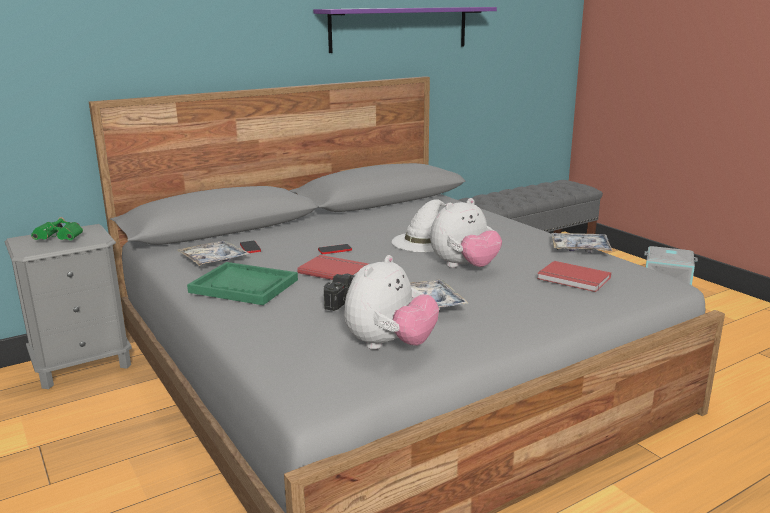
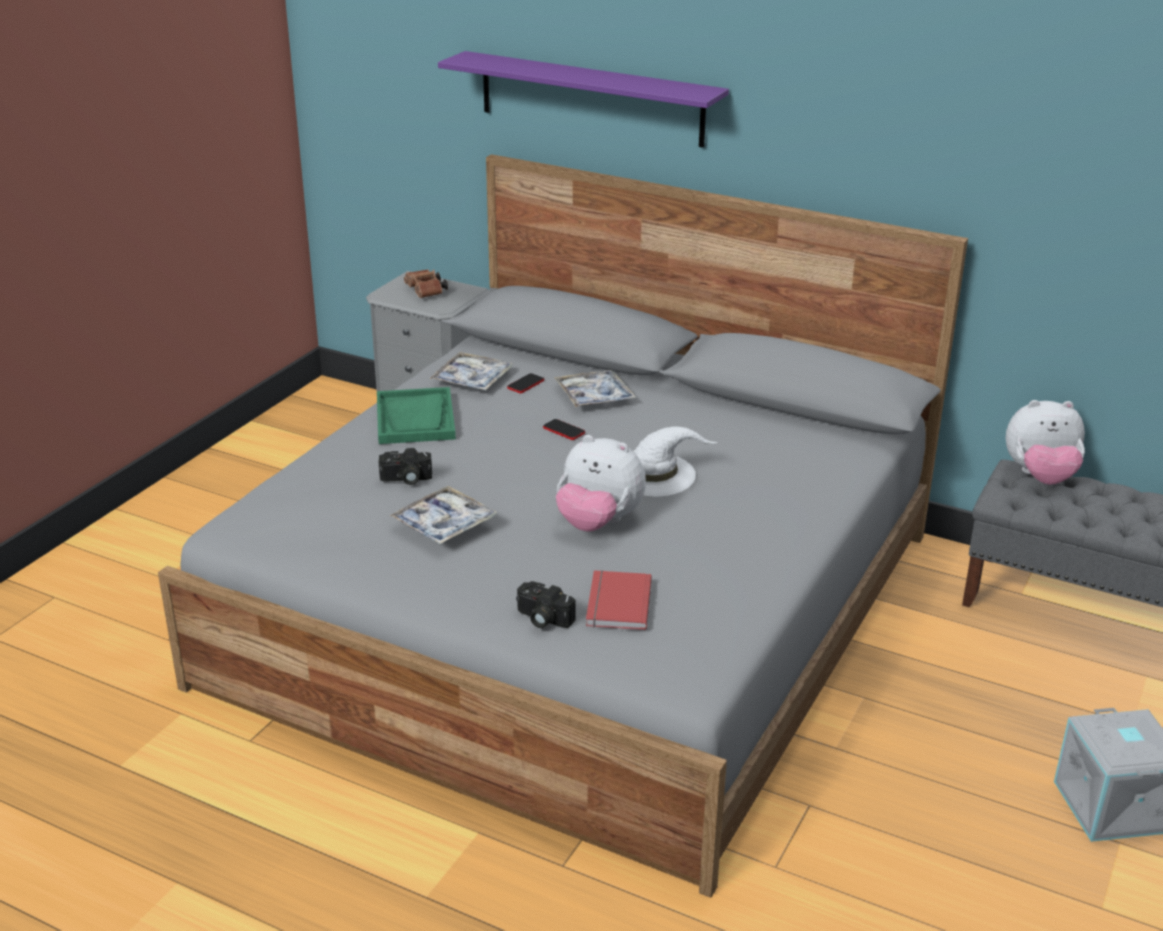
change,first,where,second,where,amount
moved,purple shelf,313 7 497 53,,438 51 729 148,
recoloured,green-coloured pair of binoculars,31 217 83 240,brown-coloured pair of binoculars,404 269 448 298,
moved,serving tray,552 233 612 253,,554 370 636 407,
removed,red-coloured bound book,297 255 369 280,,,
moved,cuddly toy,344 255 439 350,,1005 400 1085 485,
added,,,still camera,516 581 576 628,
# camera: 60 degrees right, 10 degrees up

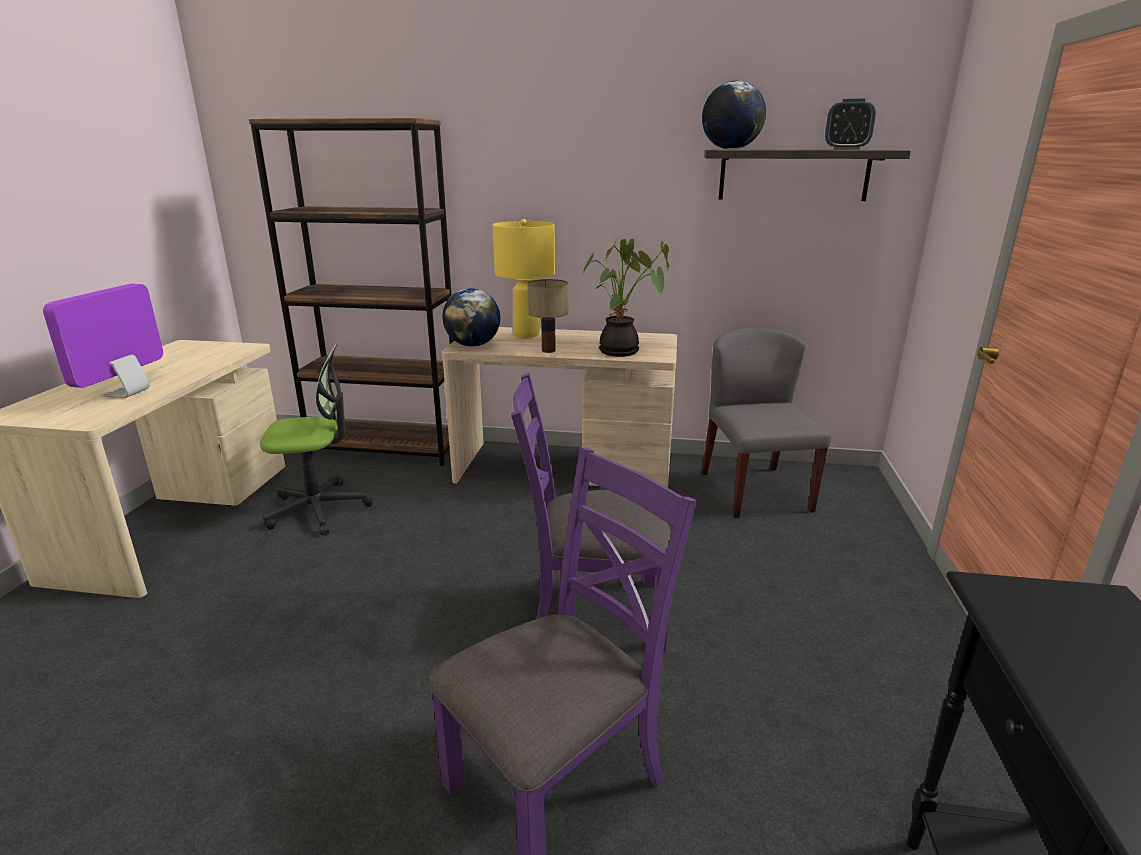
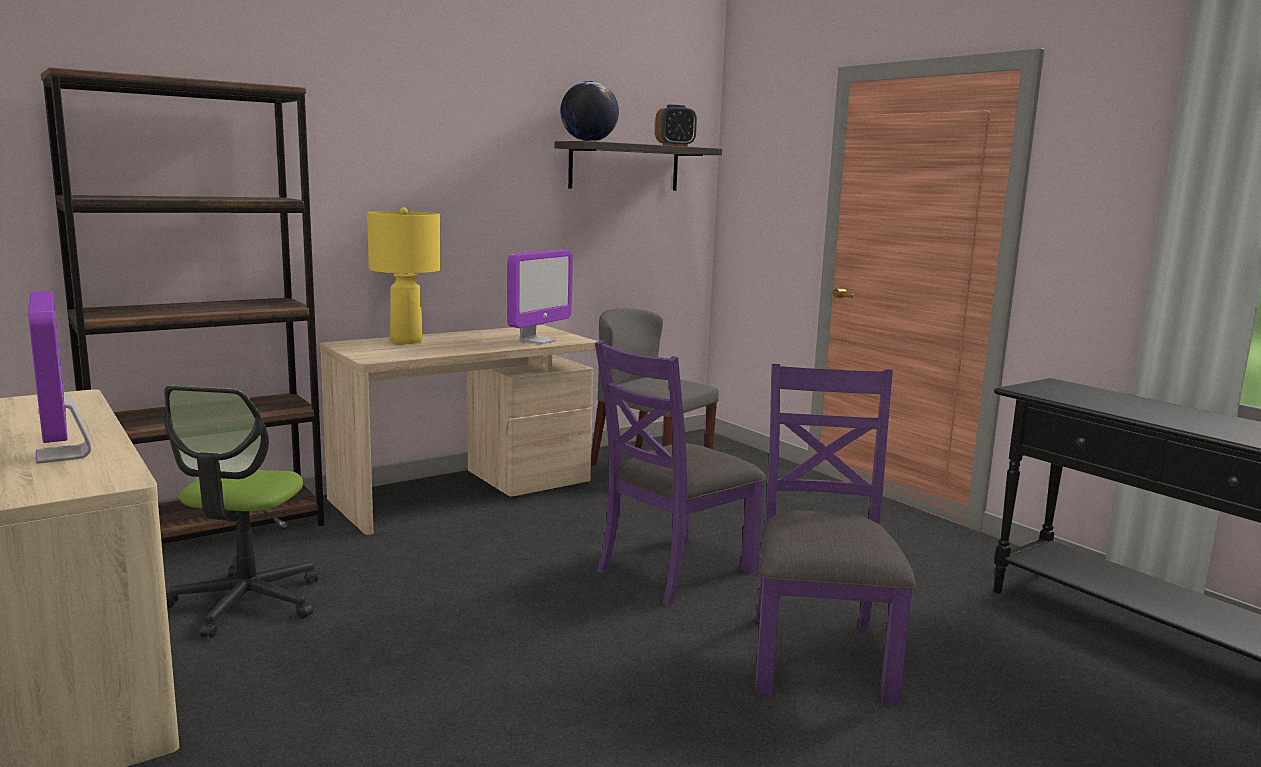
change,first,where,second,where,amount
replaced,potted plant,581 239 669 357,monitor,507 250 573 344,
removed,lamp for a table,527 279 568 353,,,
removed,desk globe,442 288 500 347,,,
turned,desk chair,260 343 373 535,,164 386 318 638,150 degrees clockwise
# camera: 45 degrees left, 10 degrees down

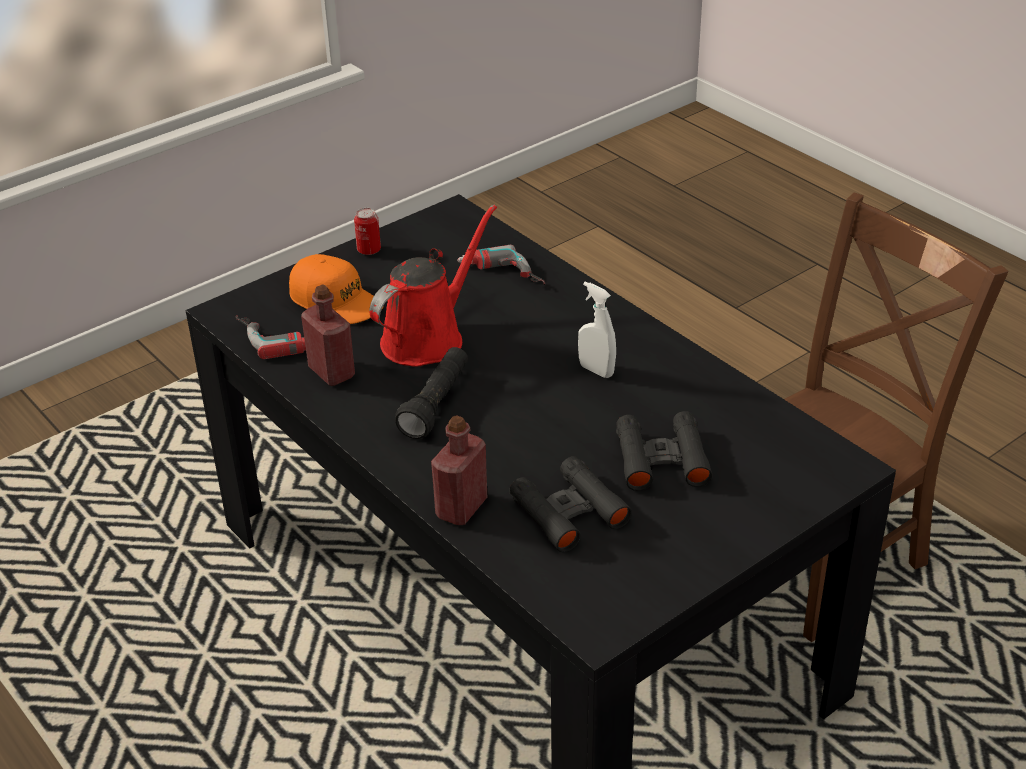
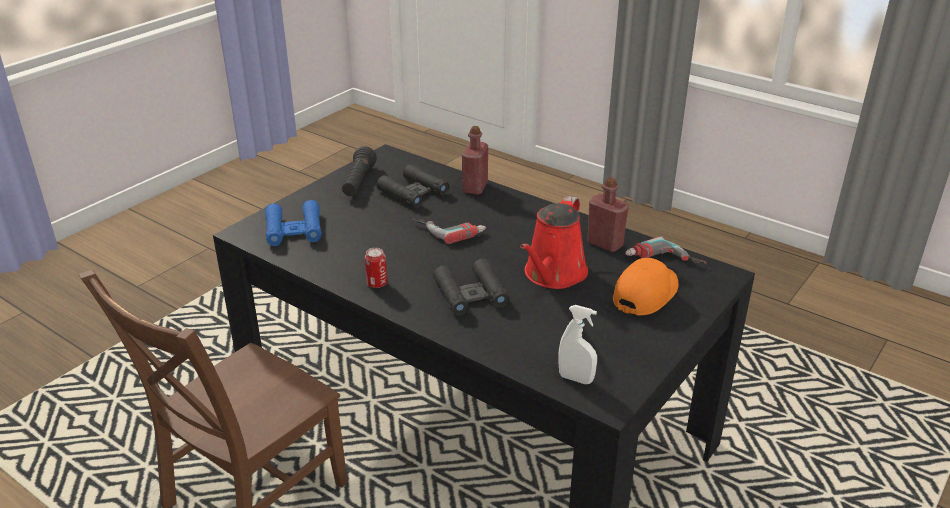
change,first,where,second,where,amount
moved,metal can,354 208 381 255,,365 248 387 288,
moved,power drill,457 245 546 285,,413 219 486 244,
turned,orange-coloured cap,289 254 384 324,,613 258 679 315,105 degrees clockwise
moved,whitish hand sprayer,578 281 616 378,,558 305 597 384,
moved,black-coloured flashlight,395 347 468 439,,342 146 377 196,
moved,black-coloured pair of binoculars,616 411 713 491,,433 258 510 316,
added,,,bluish pair of binoculars,265 200 322 246,
# camera: 165 degrees right, 5 degrees down

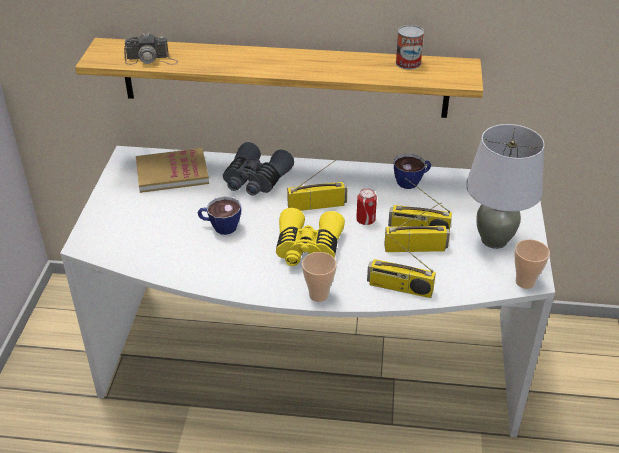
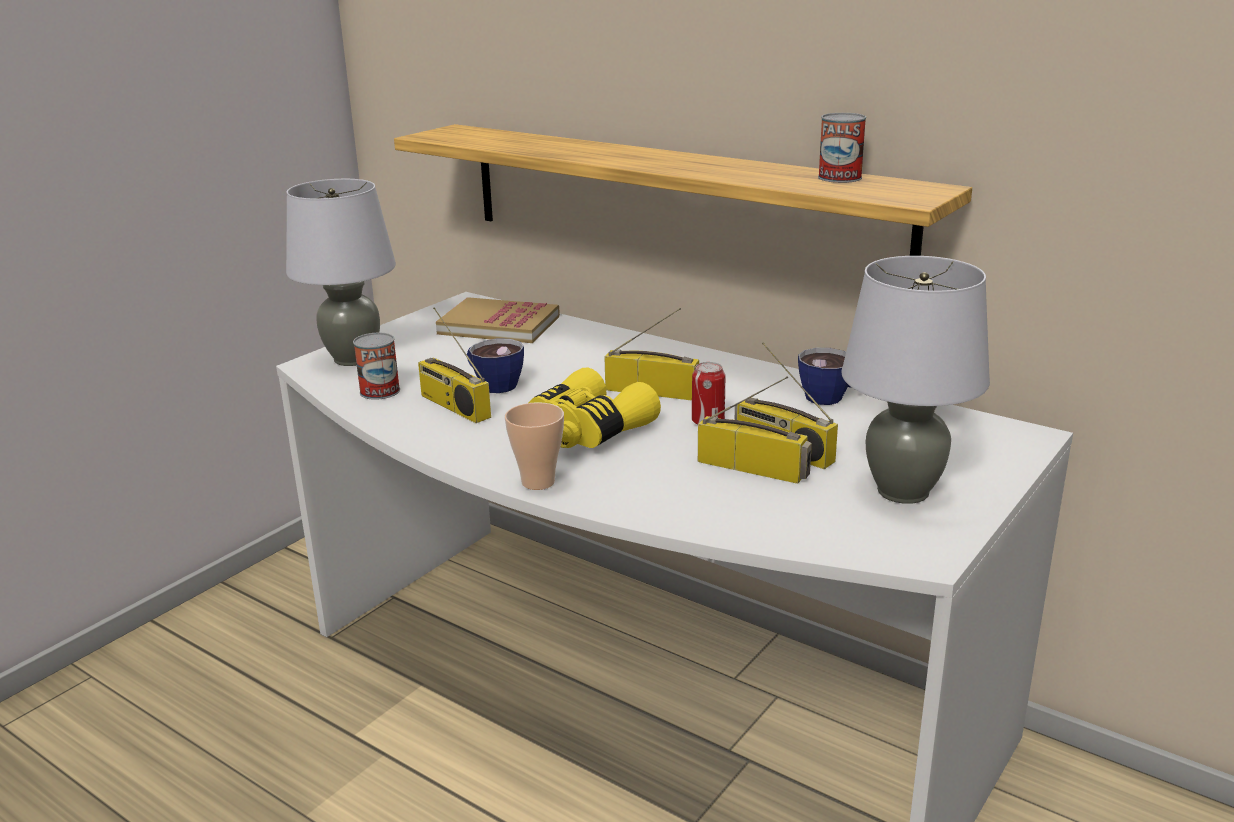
change,first,where,second,where,amount
removed,still camera,124 32 178 65,,,
removed,grey pair of binoculars,223 142 294 196,,,
moved,radio,367 232 436 298,,418 307 491 423,
removed,cup,514 239 550 289,,,
added,,,grey lamp for a table,286 179 396 366,
added,,,metal can,353 333 400 400,
# camera: 30 degrees right, 15 degrees down

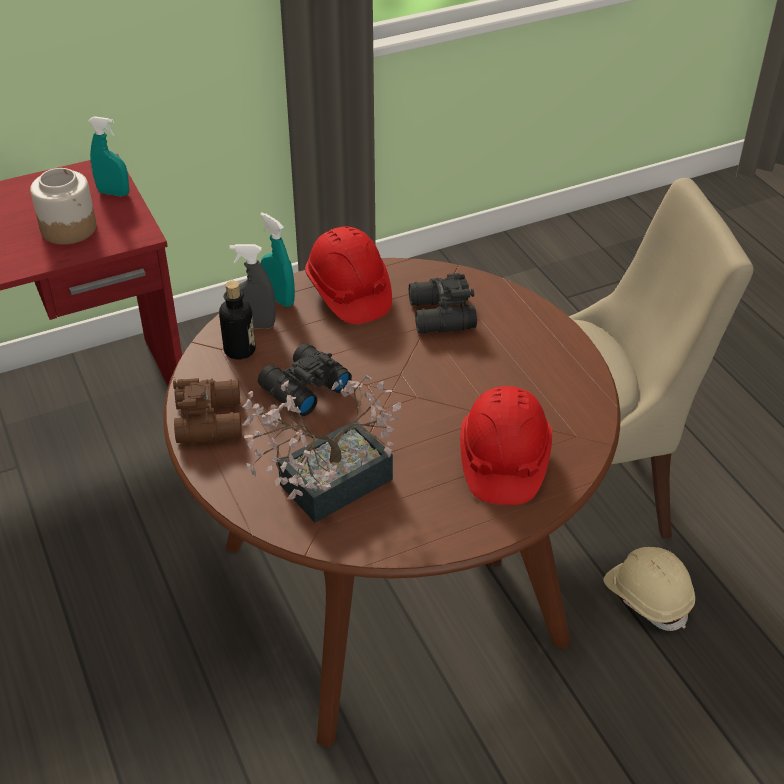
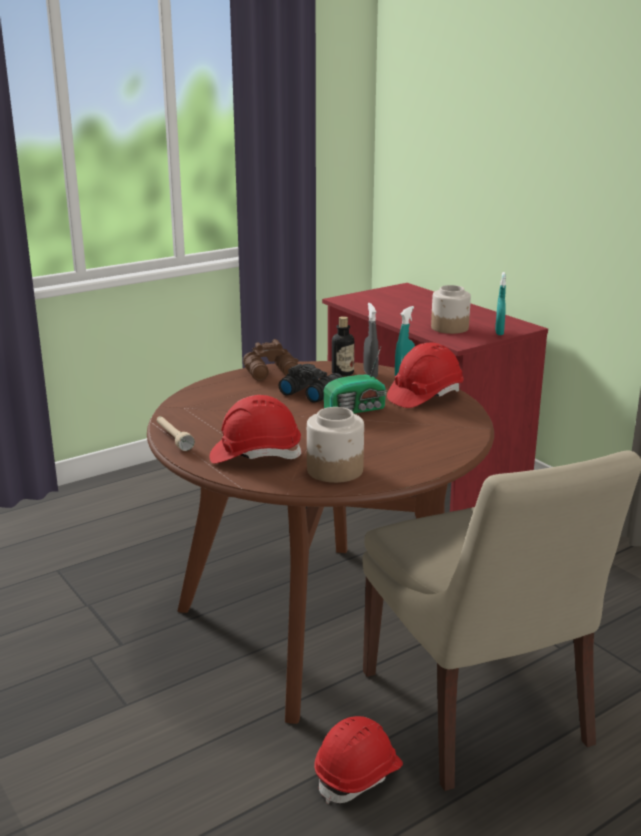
change,first,where,second,where,amount
removed,black-coloured pair of binoculars,409 273 477 334,,,
removed,potted plant,242 374 401 523,,,
recoloured,sand-coloured work helmet,603 547 695 631,red-coloured work helmet,314 716 403 804,
added,,,radio,324 347 387 414,
added,,,preserve jar,307 407 364 483,
added,,,sand-coloured flashlight,157 416 195 451,
# camera: 80 degrees right, 20 degrees down

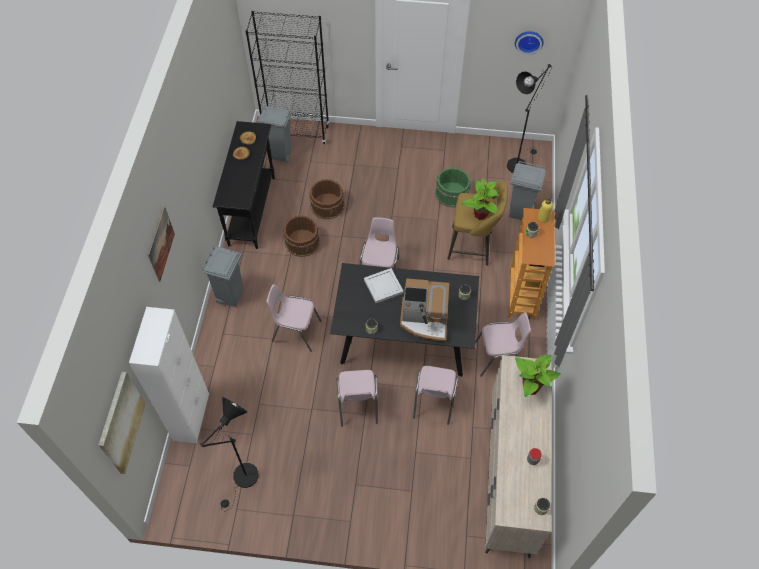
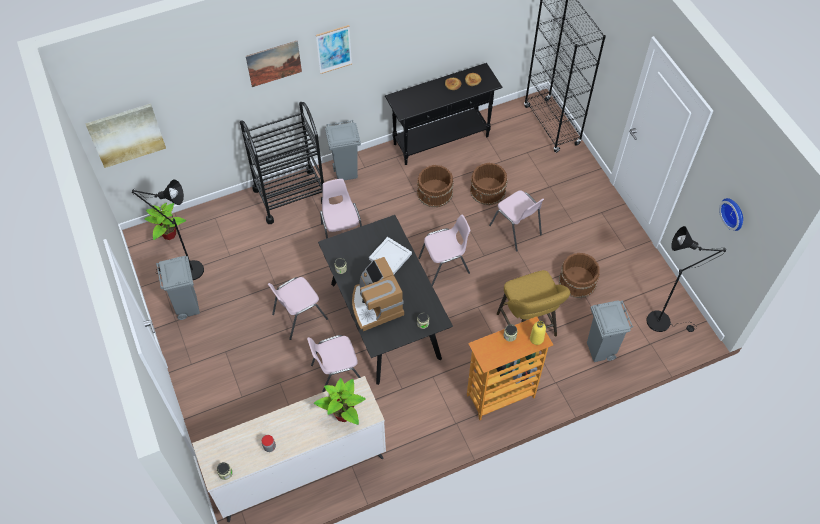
change,first,where,second,where,amount
moved,grey trash can,257 106 293 163,,156 256 200 320,
recoloured,green-coloured pail,435 168 471 207,brown-coloured pail,559 253 600 298,
moved,potted plant,461 178 499 220,,144 203 186 240,
removed,whitish cupboard,129 307 209 443,,,
moved,pink-coloured plain chair,475 312 531 377,,489 190 544 252,
added,,,wall picture,316 25 352 74,
added,,,black-coloured trolley,240 102 324 224,
# camera: 60 degrees right, 0 degrees up

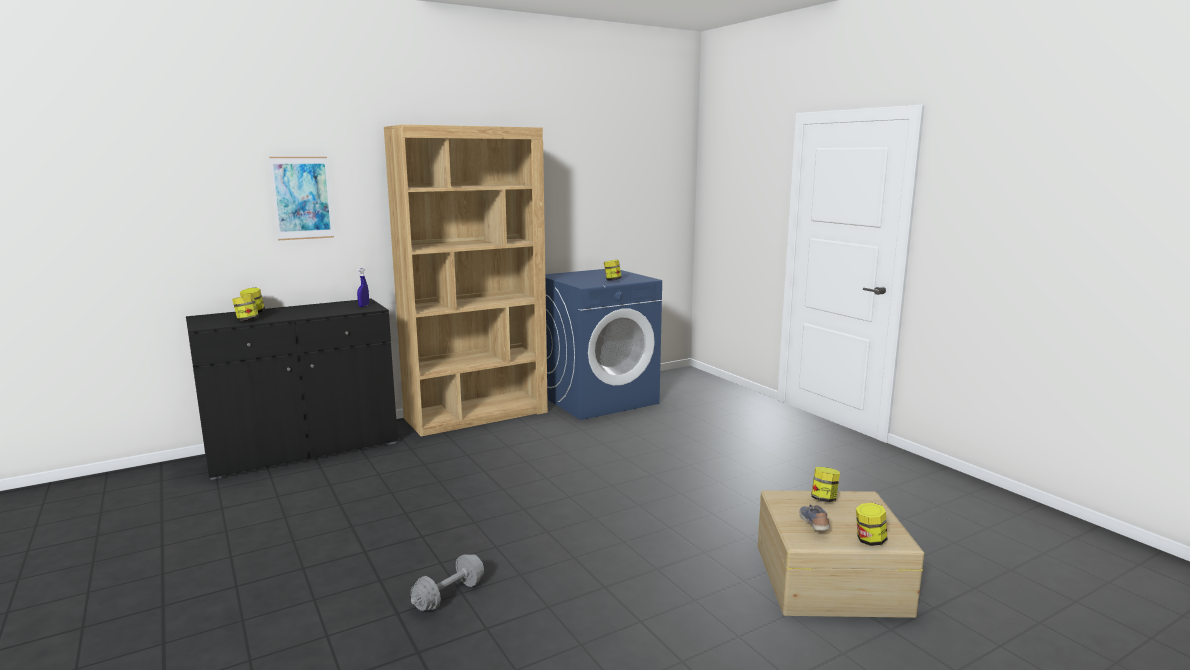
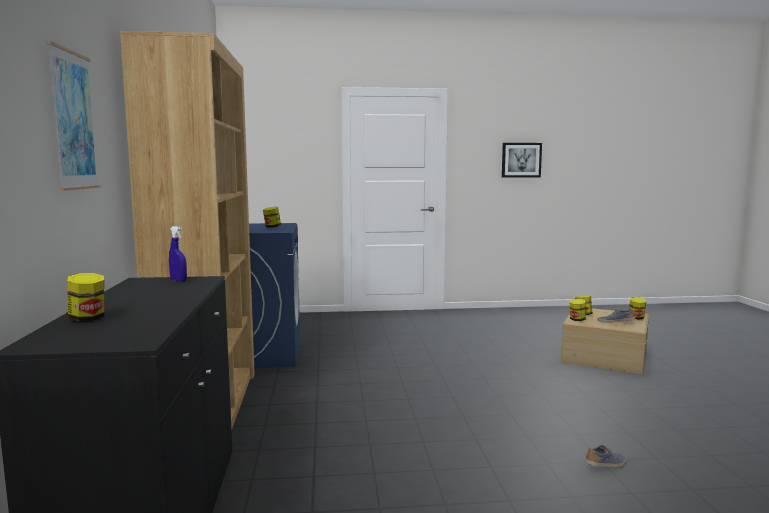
change,first,where,second,where,amount
moved,preserve jar,232 295 259 321,,570 299 586 321,
replaced,grey hand weight,411 554 484 611,item of footwear,585 445 627 468,
added,,,wall picture,502 143 542 178,
# camera: 65 degrees left, 5 degrees down

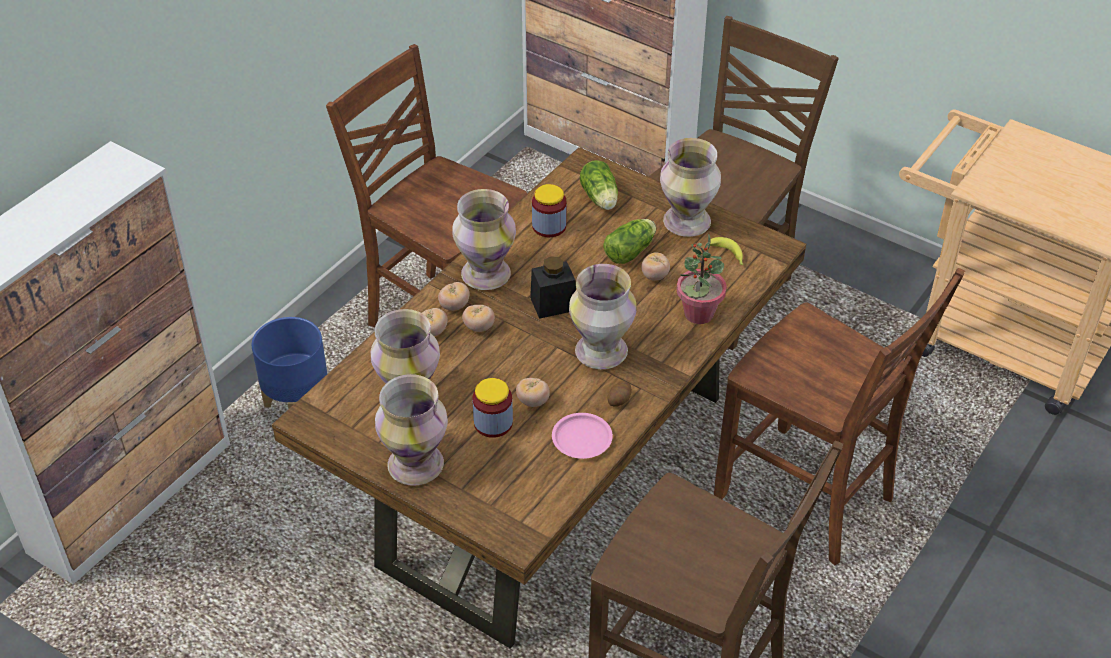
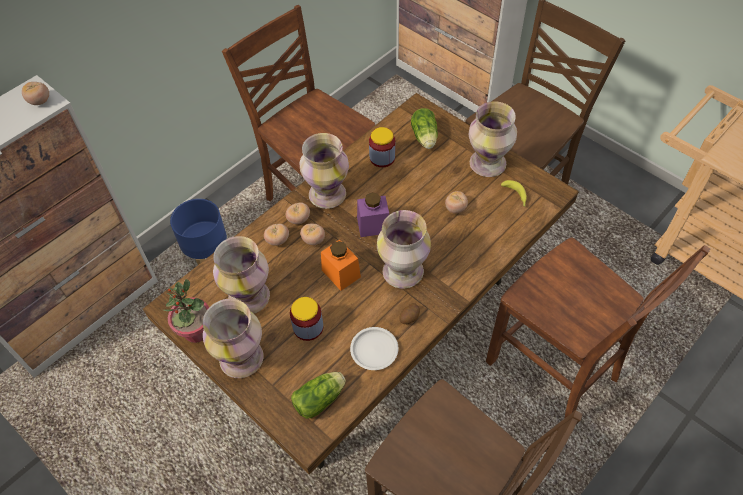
change,first,where,second,where,amount
moved,lettuce head,603 219 656 264,,291 372 346 419,
moved,potted plant,676 234 727 324,,164 279 209 343,
recoloured,black-coloured preserve jar,530 256 576 319,purple preserve jar,357 193 389 237,
moved,fresh tomato,516 378 550 407,,22 82 49 105,
recoloured,pink-coloured plate,552 413 613 459,whitish plate,350 327 398 370,
added,,,orange-coloured preserve jar,321 240 361 291,
# camera: 10 degrees right, 10 degrees up

